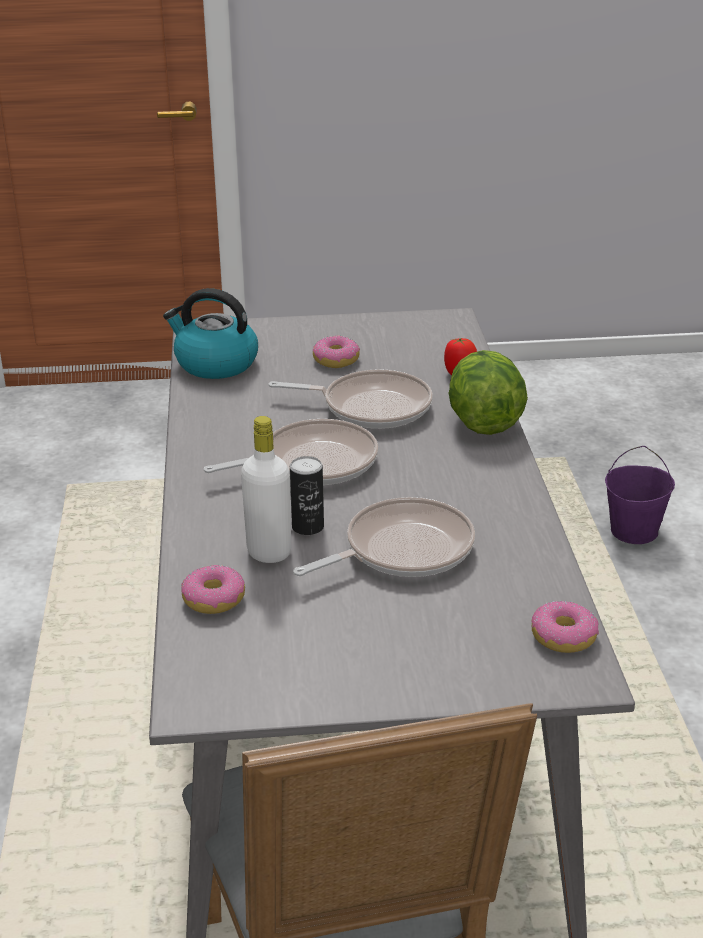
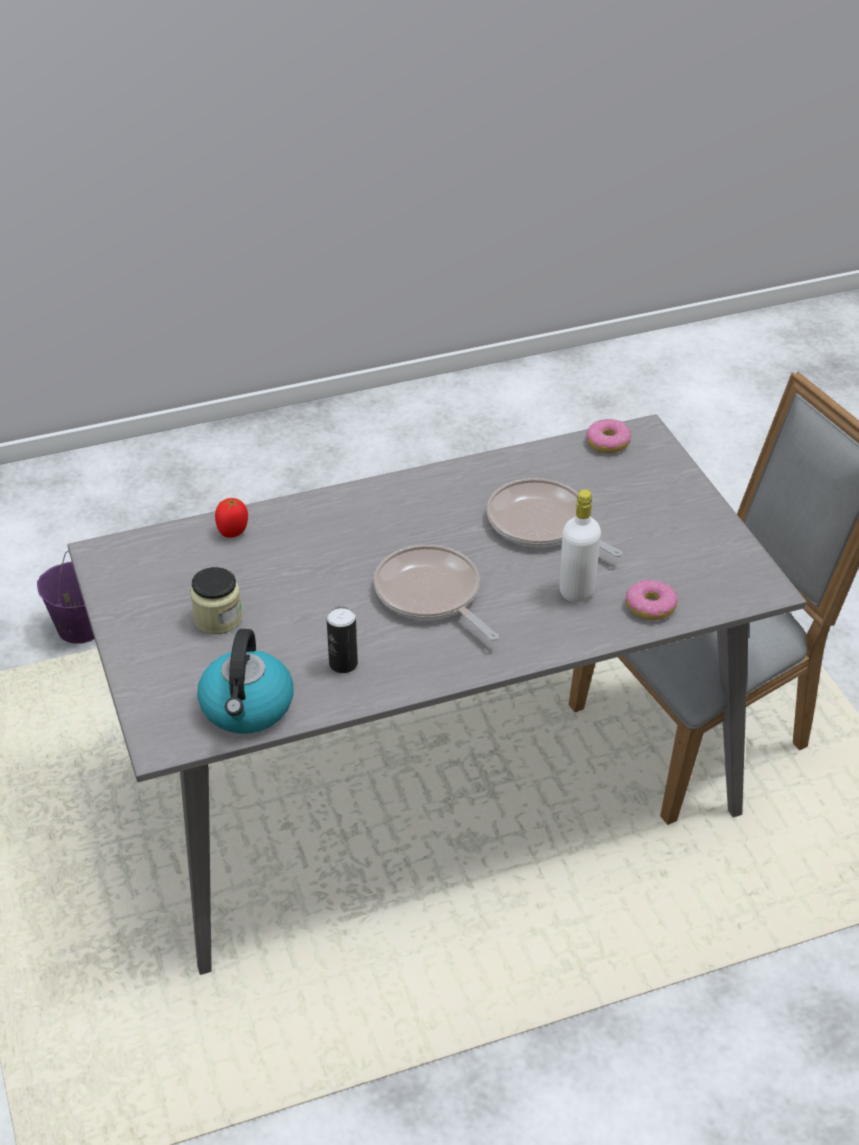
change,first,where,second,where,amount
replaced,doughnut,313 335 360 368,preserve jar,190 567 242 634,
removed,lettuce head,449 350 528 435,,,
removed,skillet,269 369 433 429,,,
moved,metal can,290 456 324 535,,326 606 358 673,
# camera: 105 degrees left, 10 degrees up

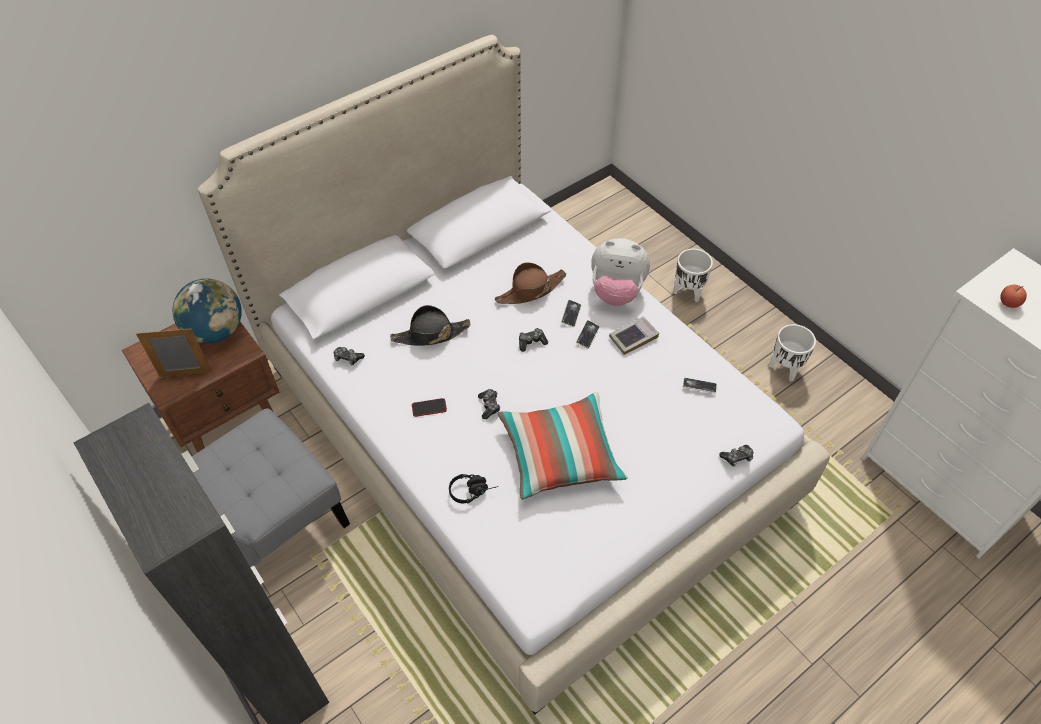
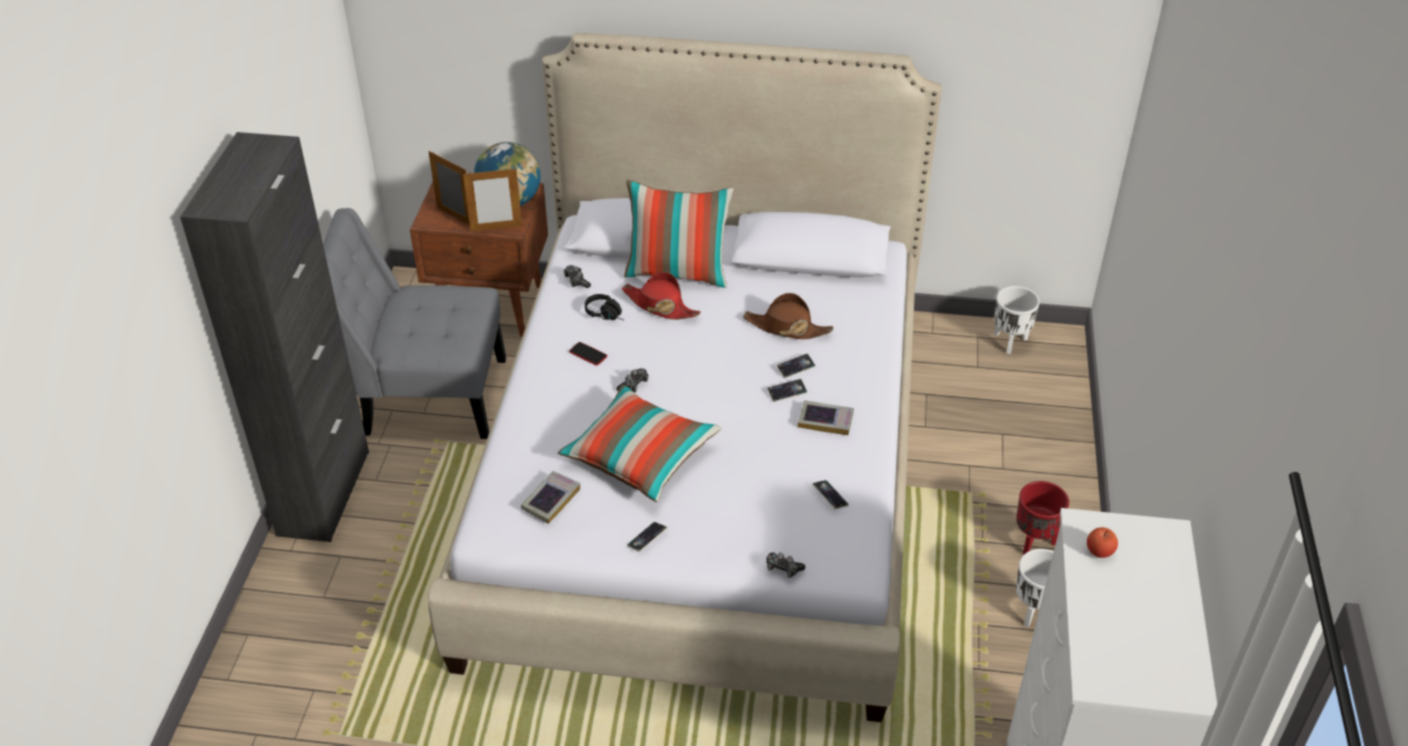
change,first,where,second,where,amount
removed,cuddly toy,591 238 650 306,,,
moved,whitish planter,673 249 713 302,,994 286 1040 354,
recoloured,black-coloured hat,390 305 471 346,red-coloured hat,622 272 701 320,
removed,gamepad,519 328 548 352,,,
moved,black-coloured headset,449 474 498 503,,585 294 623 320,
added,,,photo frame,463 167 522 232,
added,,,throw pillow,624 180 733 288,
added,,,bound book,521 471 580 524,
added,,,red-coloured planter,1016 481 1069 554,
added,,,phone,627 522 667 552,
# camera: 45 degrees right, 10 degrees down

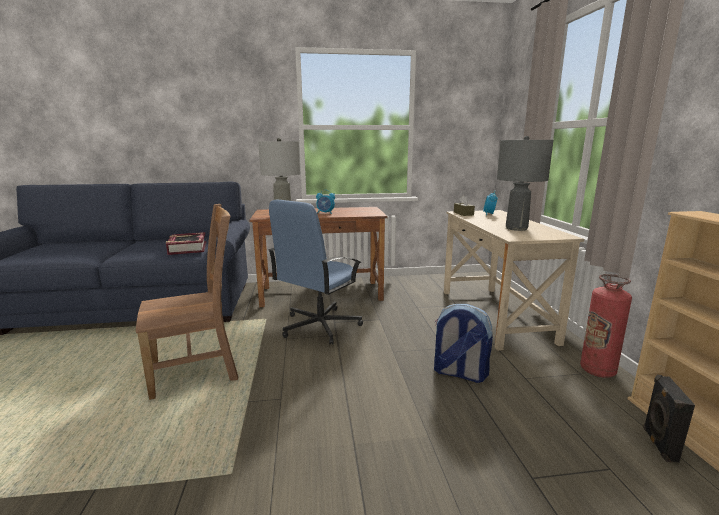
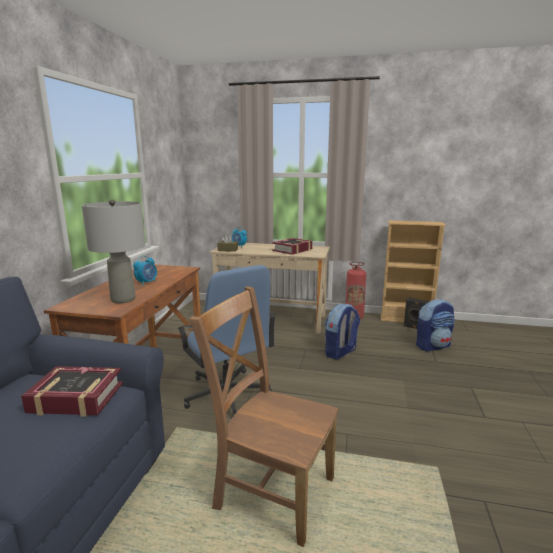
change,first,where,second,where,amount
replaced,grey lamp for a table,497 136 554 231,bound book,272 238 313 255,
turned,brown-coloured plain chair,136 204 238 400,,190 286 339 547,60 degrees counterclockwise
added,,,backpack,416 299 455 351,
# camera: 70 degrees left, 0 degrees up

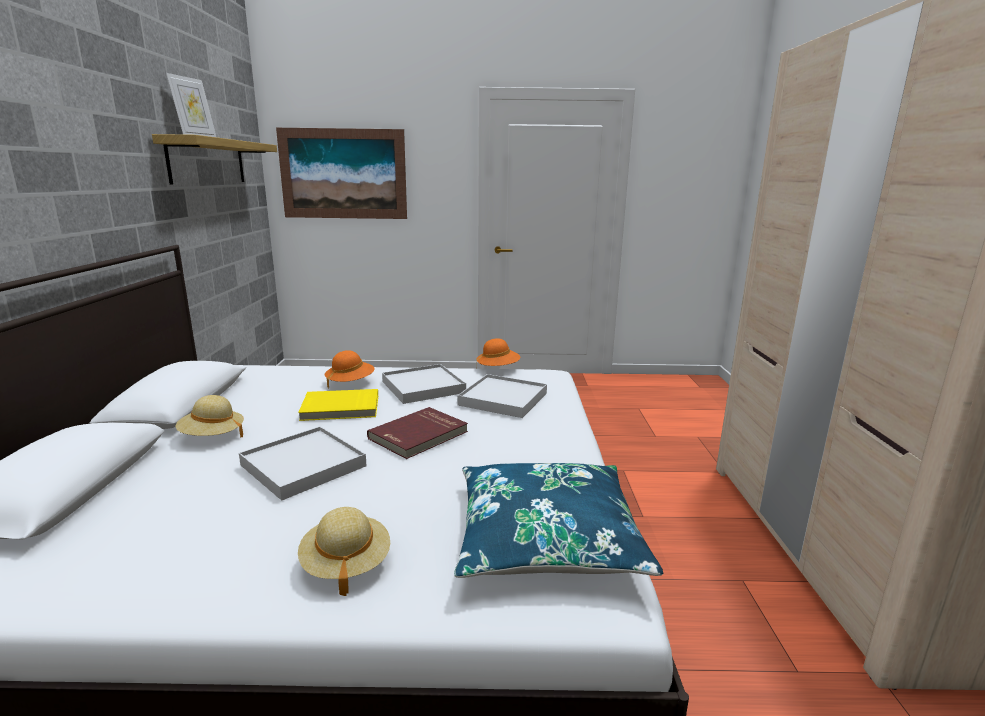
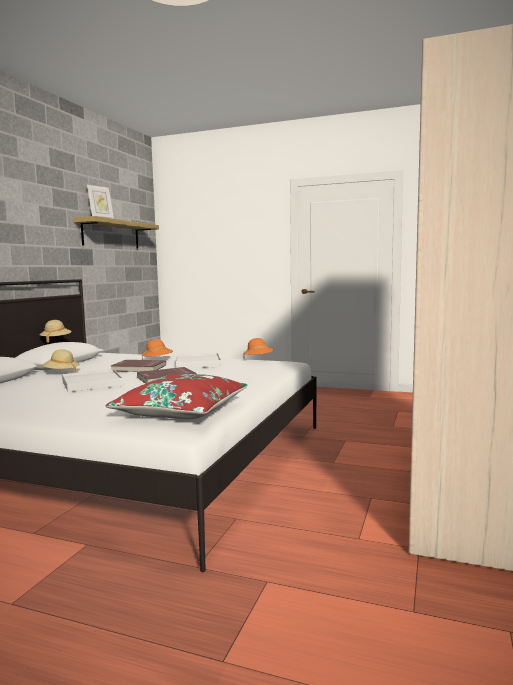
change,first,where,second,where,amount
removed,wall picture,276 128 407 219,,,
removed,whitish serving tray,457 374 547 418,,,
recoloured,yellow-coloured bound book,298 389 378 421,red-coloured bound book,111 360 166 372,
recoloured,bluish throw pillow,454 463 663 578,red-coloured throw pillow,105 374 248 419,
moved,sand-coloured hat,298 507 390 596,,39 320 72 343,
# camera: 20 degrees right, 10 degrees down

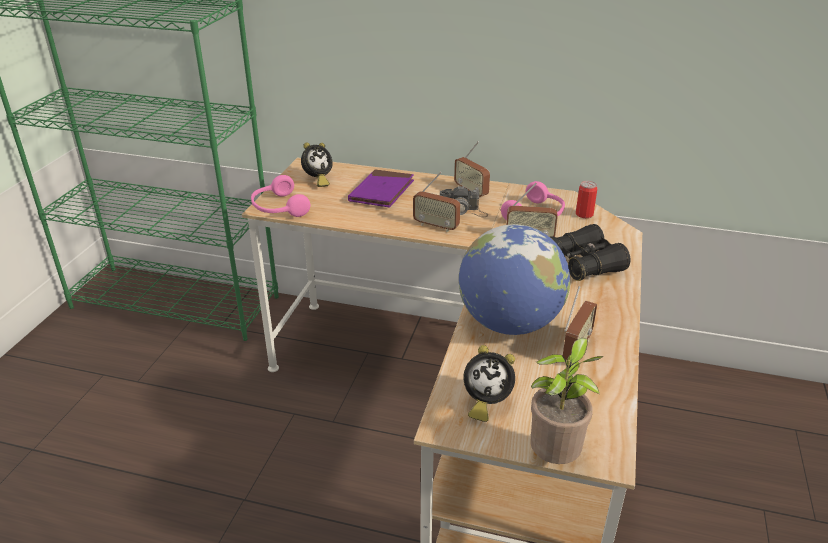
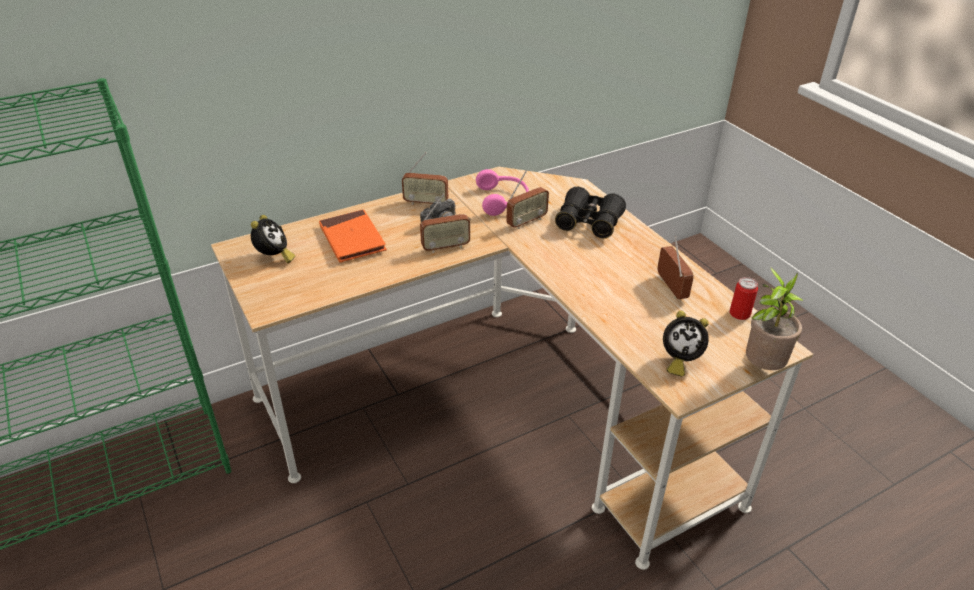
change,first,where,second,where,amount
recoloured,purple bound book,348 169 414 208,orange-coloured bound book,319 209 387 263,
removed,pink-coloured headset,251 175 310 217,,,
moved,metal can,576 181 598 218,,730 277 758 320,
removed,desk globe,459 224 570 335,,,
turned,alarm clock,463 345 515 422,,663 311 709 377,45 degrees clockwise
# camera: 45 degrees left, 5 degrees up

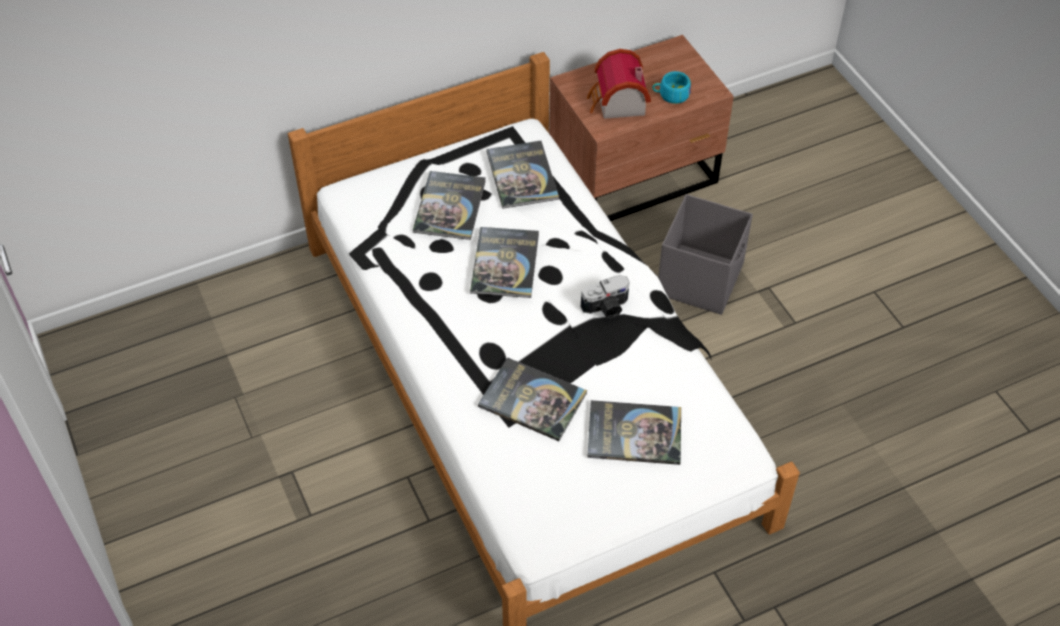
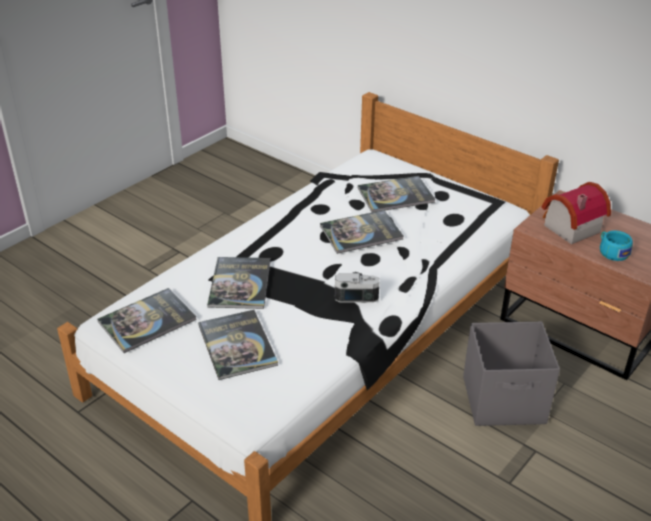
change,first,where,second,where,amount
moved,bound book,487 141 559 209,,97 288 197 353,
turned,still camera,581 275 630 318,,335 272 379 303,135 degrees clockwise
# camera: 65 degrees right, 15 degrees down

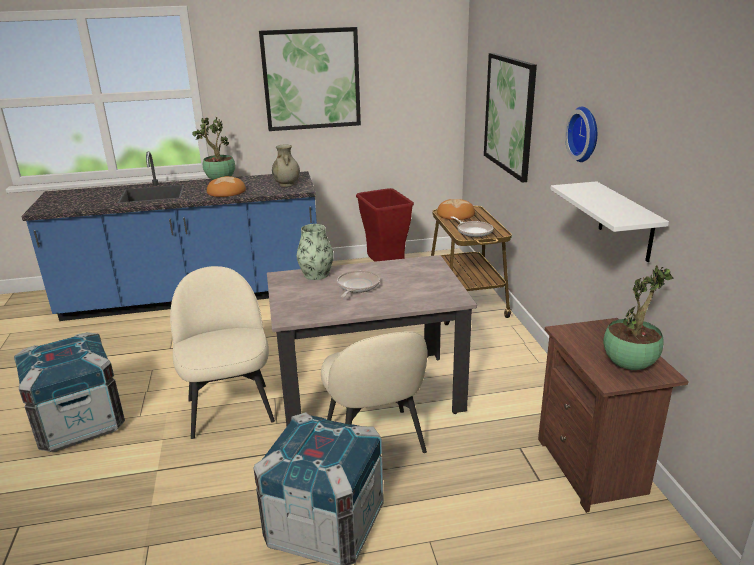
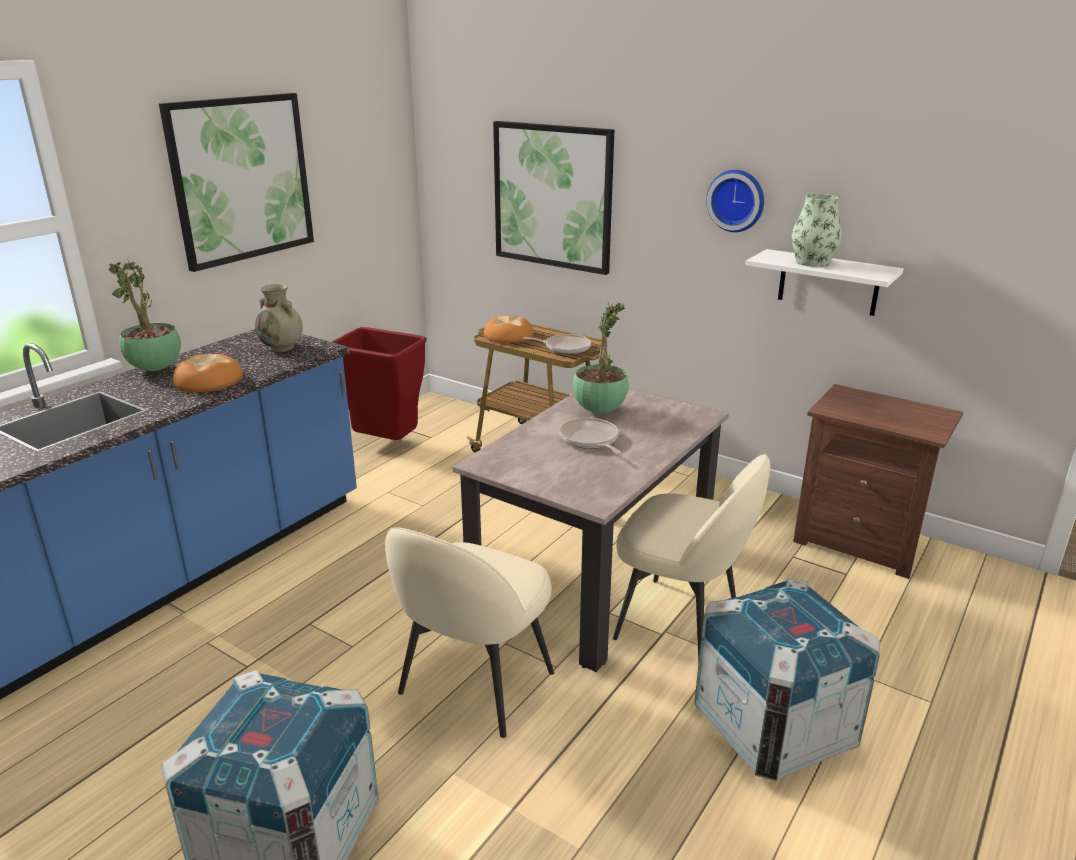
change,first,where,second,where,amount
moved,flower vase,297 224 334 280,,792 194 842 267,
moved,potted plant,603 265 673 370,,573 302 629 413,
turned,sand-coloured plain chair,170 266 275 439,,385 527 554 738,90 degrees counterclockwise
# camera: 45 degrees left, 0 degrees up

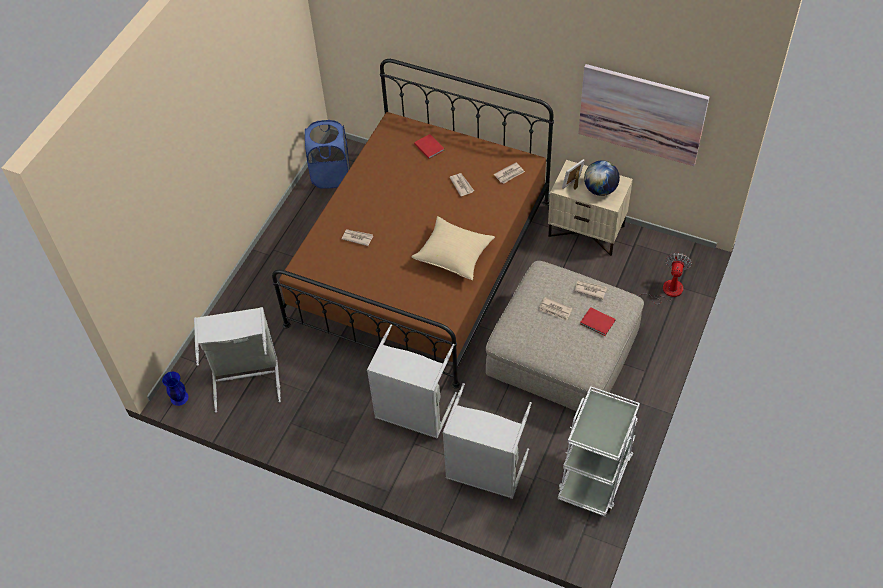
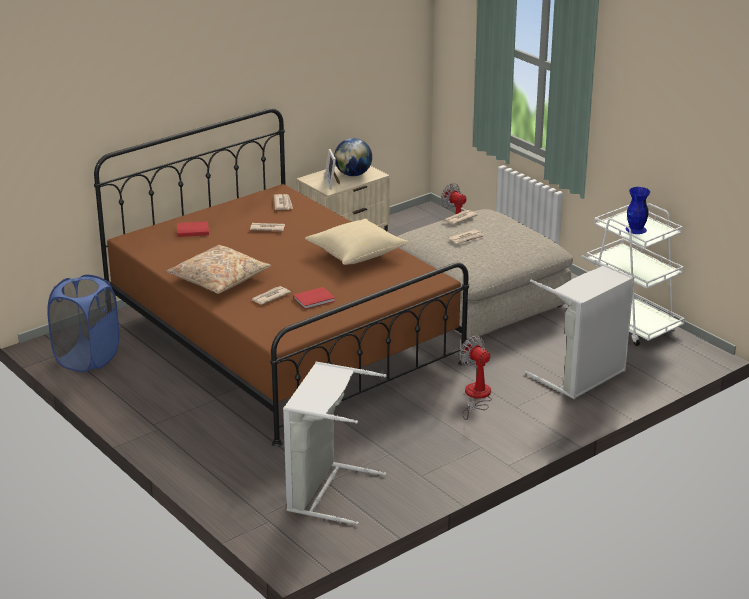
change,first,where,second,where,amount
removed,wall picture,578 64 709 166,,,
moved,red-coloured bound book,580 307 616 336,,293 287 335 310,
replaced,grey hamper,367 325 457 439,fan,459 336 492 420,
moved,bluish flower vase,162 372 188 406,,626 187 650 234,
added,,,sand-coloured throw pillow,166 245 271 294,
# camera: 65 degrees left, 25 degrees down

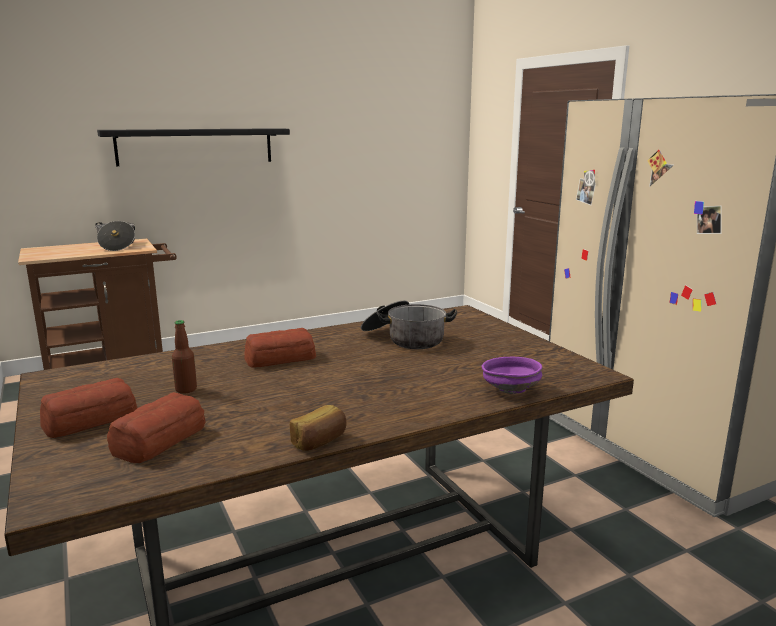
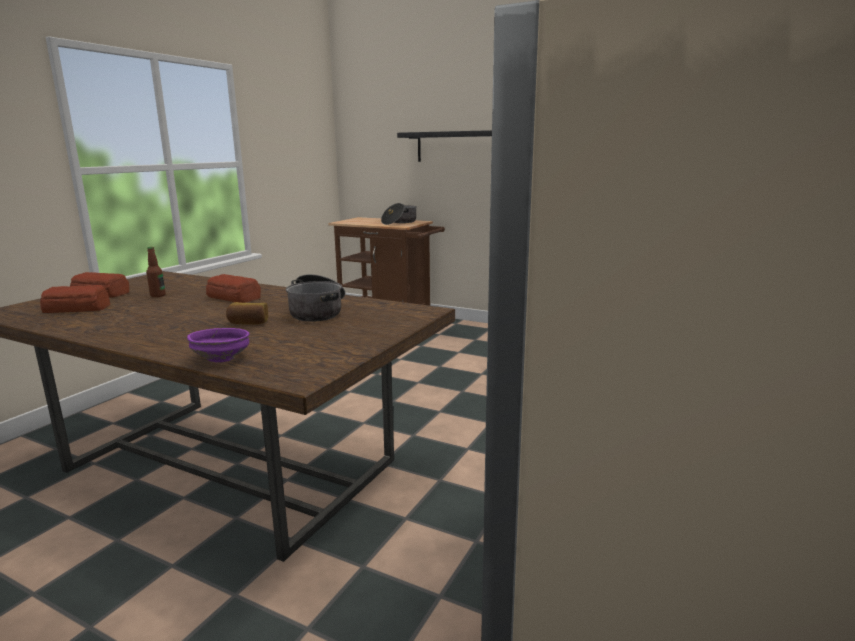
change,first,where,second,where,amount
moved,bread,290 405 347 451,,226 302 268 325,
# camera: 55 degrees right, 0 degrees up

